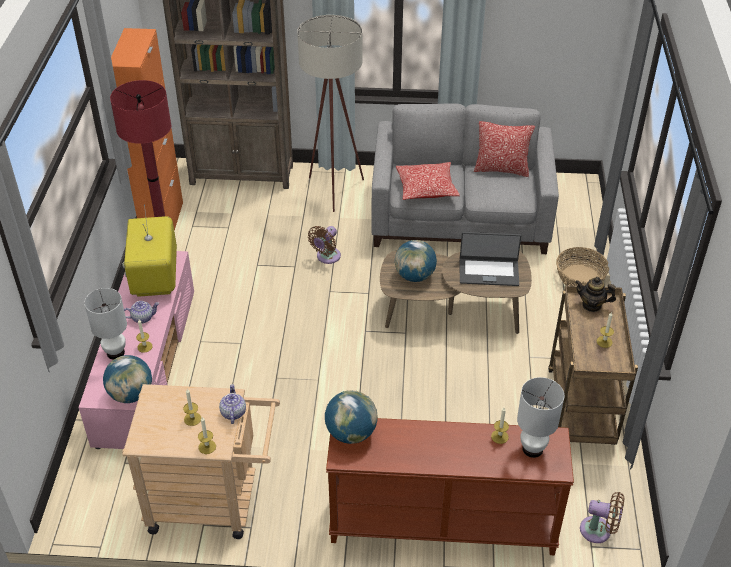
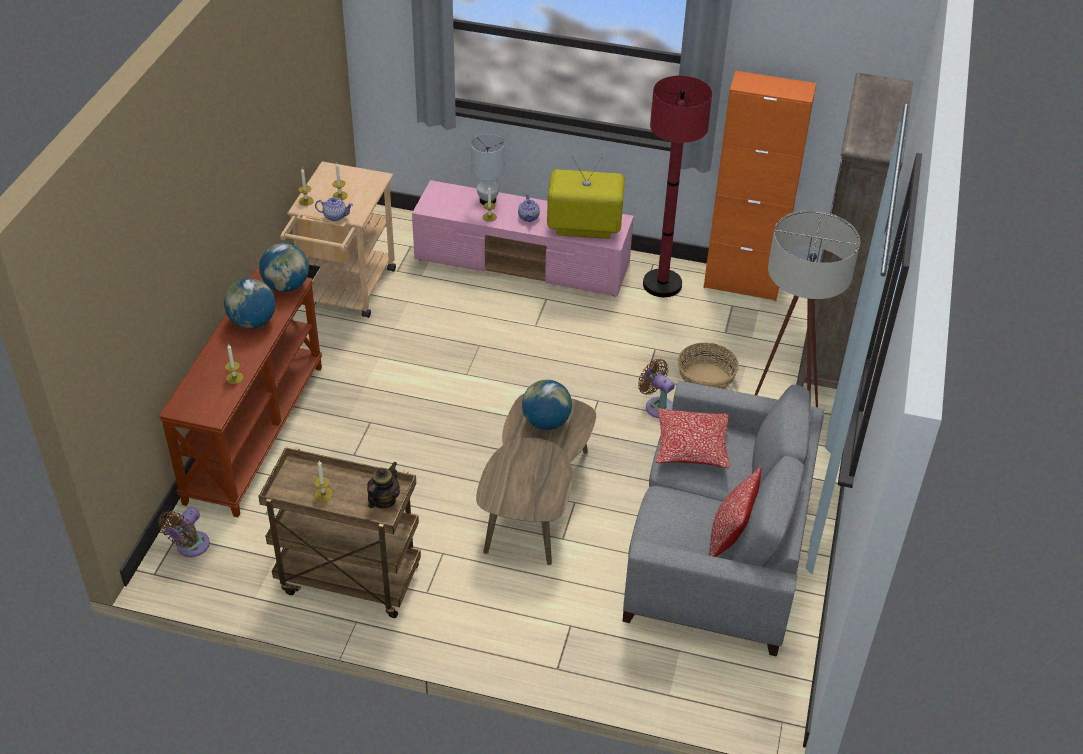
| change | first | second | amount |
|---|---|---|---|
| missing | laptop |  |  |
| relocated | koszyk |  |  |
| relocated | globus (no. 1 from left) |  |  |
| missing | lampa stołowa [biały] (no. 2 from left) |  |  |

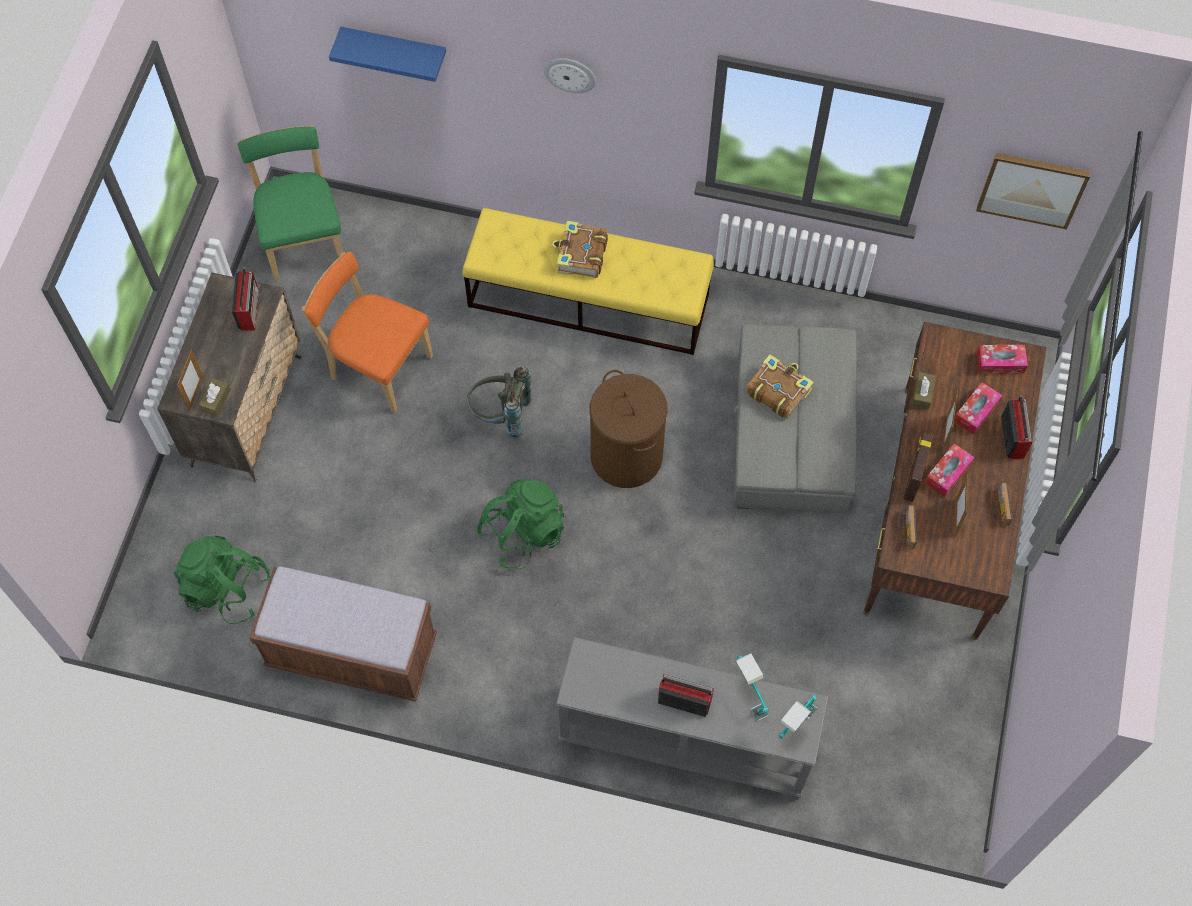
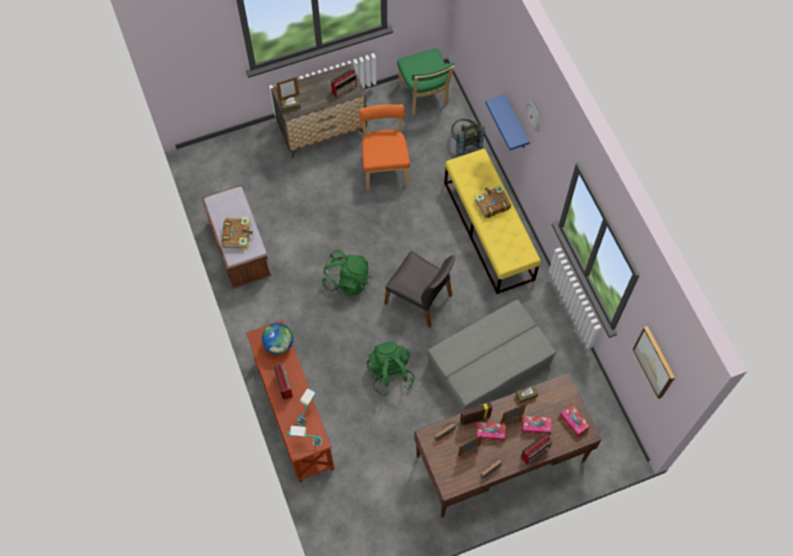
| change | first | second | amount |
|---|---|---|---|
| relocated | półka [niebieski] |  |  |
| spun | krzesło [zielony] |  | 120 degrees clockwise |
| relocated | książka (no. 2 from left in the first image) | książka (no. 1 from left) |  |
| relocated | plecak [szary] |  |  |
| exchanged | kosz na pranie [brązowy] | krzesło [szary] |  |
| relocated | plecak [zielony] (no. 1 from left in the first image) | plecak [zielony] (no. 2 from left) |  |
| colour | stolik konsolowy [szary] | stolik konsolowy [brązowy] |  |
| appeared |  | globus |  |

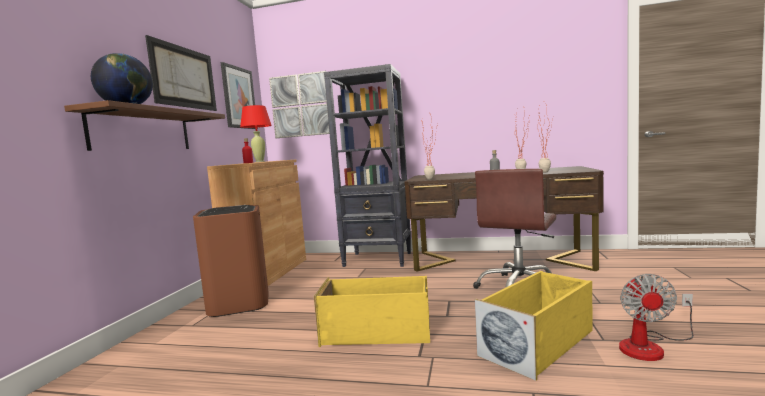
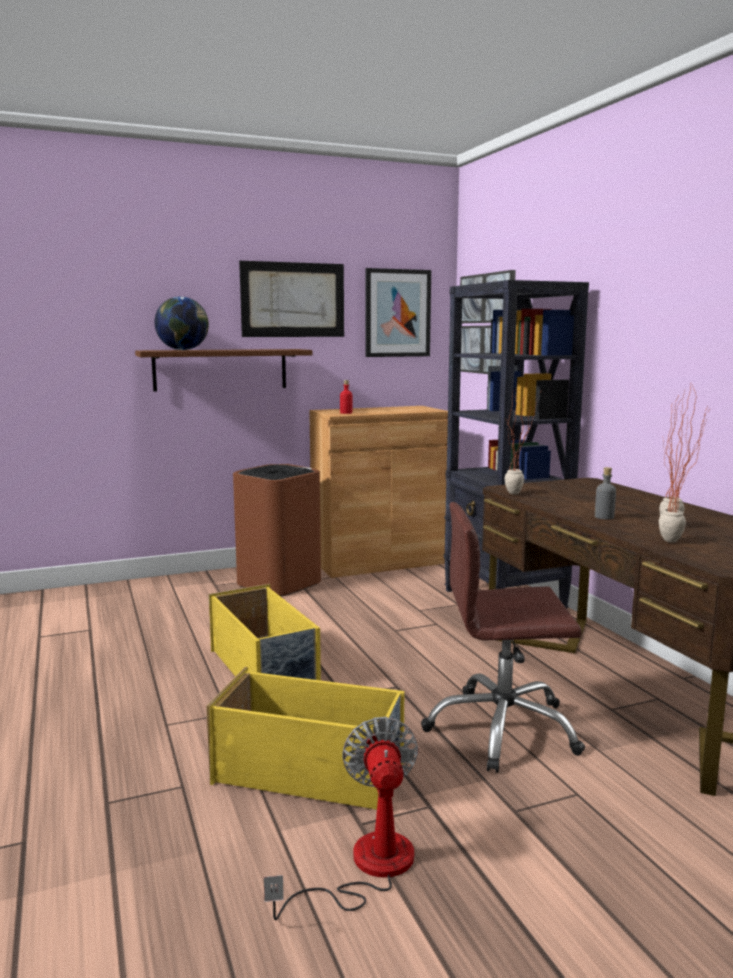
| change | first | second | amount |
|---|---|---|---|
| missing | lampa stołowa [czerwony] |  |  |
| spun | wentylator |  | 105 degrees clockwise |

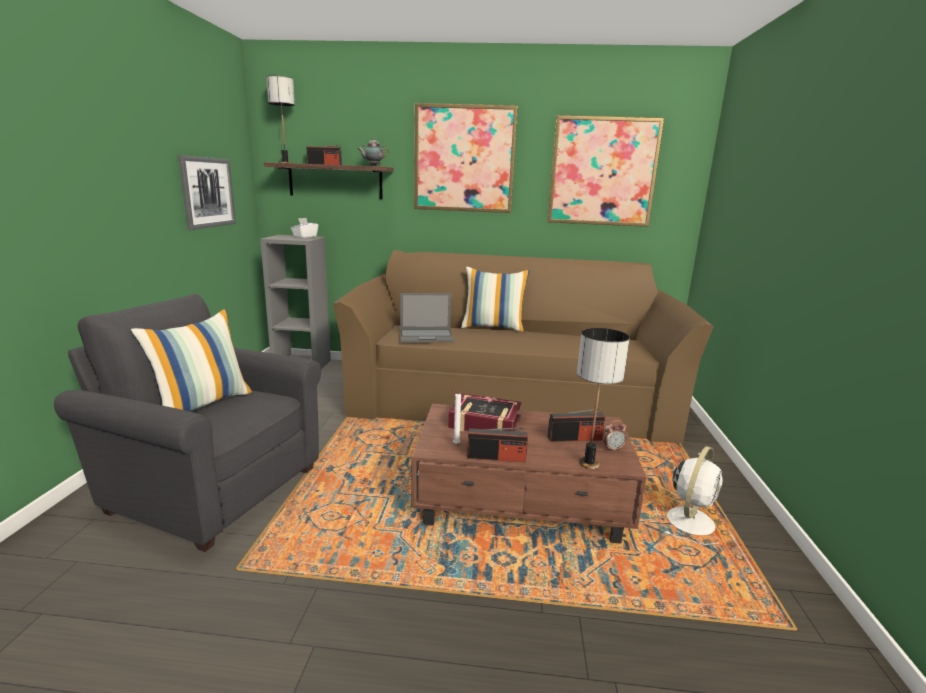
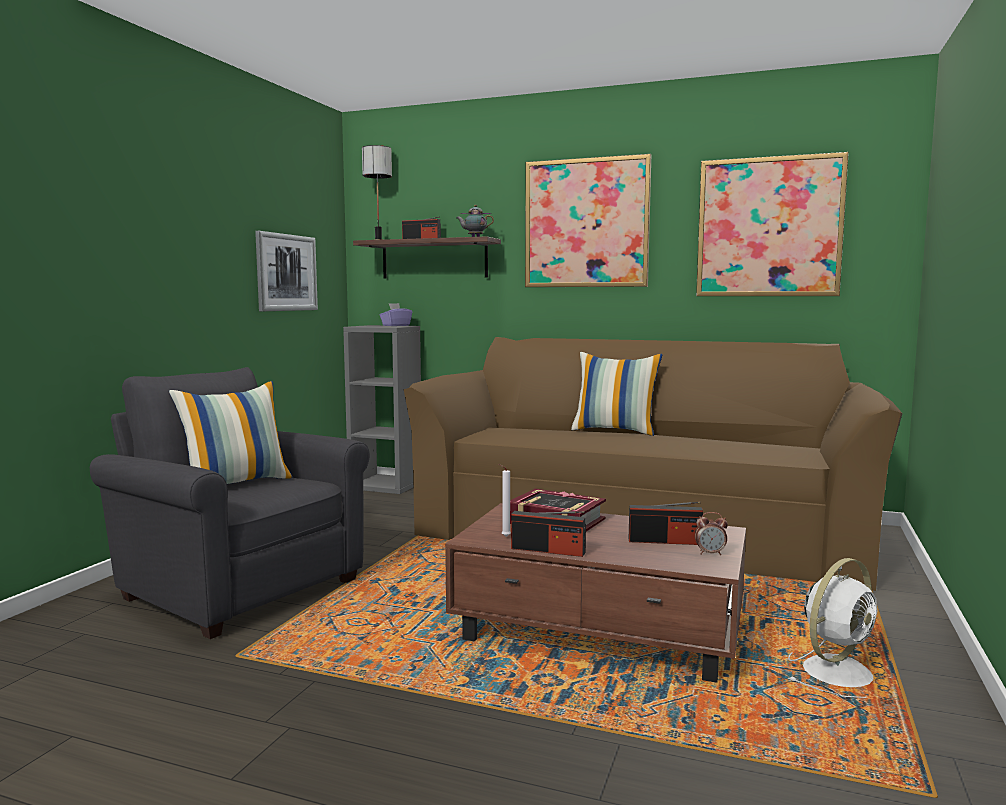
| change | first | second | amount |
|---|---|---|---|
| colour | pudełko chusteczek [biały] | pudełko chusteczek [fioletowy] |  |
| missing | laptop |  |  |
| missing | lampa stołowa (no. 2 from left) |  |  |

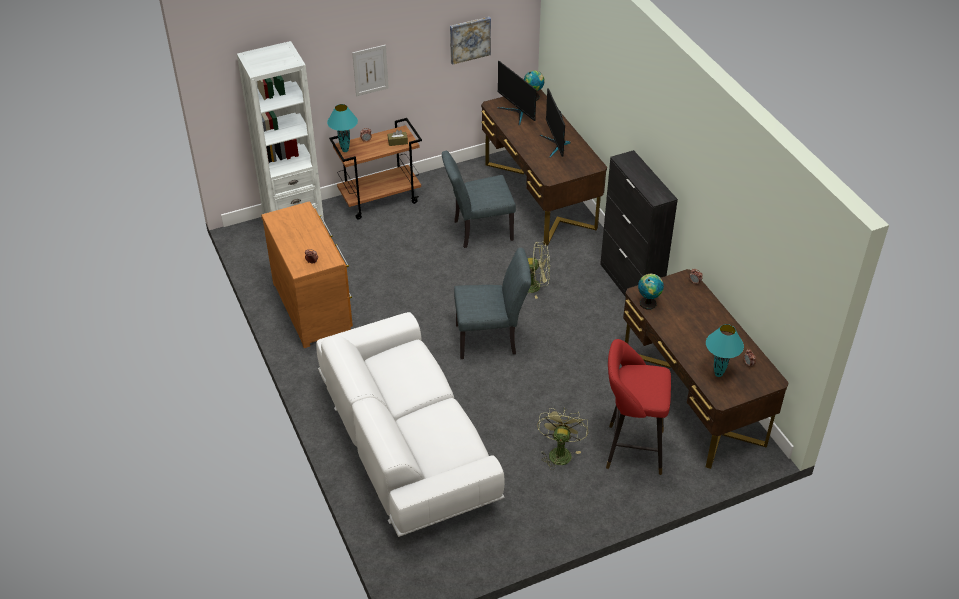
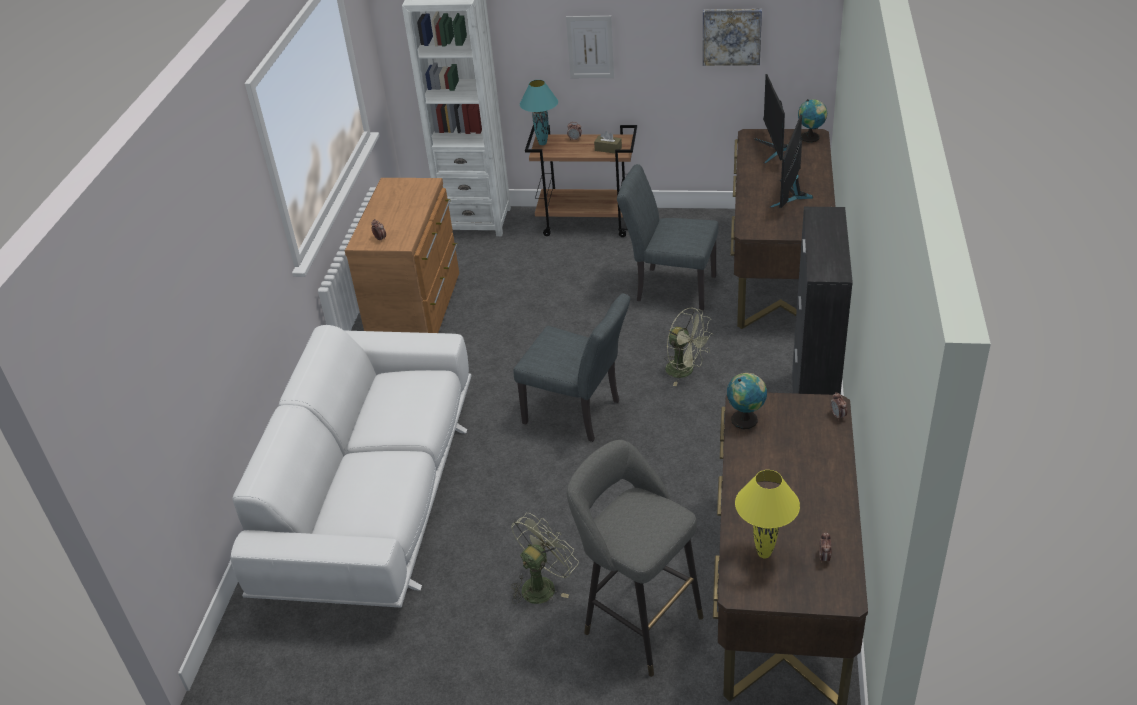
| change | first | second | amount |
|---|---|---|---|
| colour | lampa stołowa [turkusowy] (no. 2 from left) | lampa stołowa [żółty] |  |
| colour | stołek [czerwony] | stołek [szary] |  |

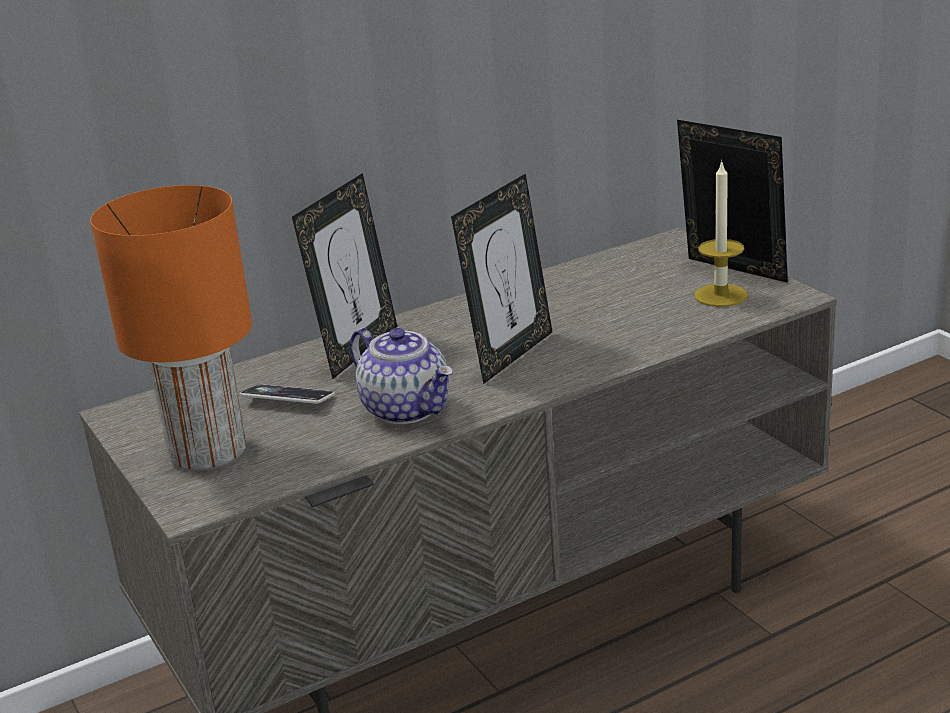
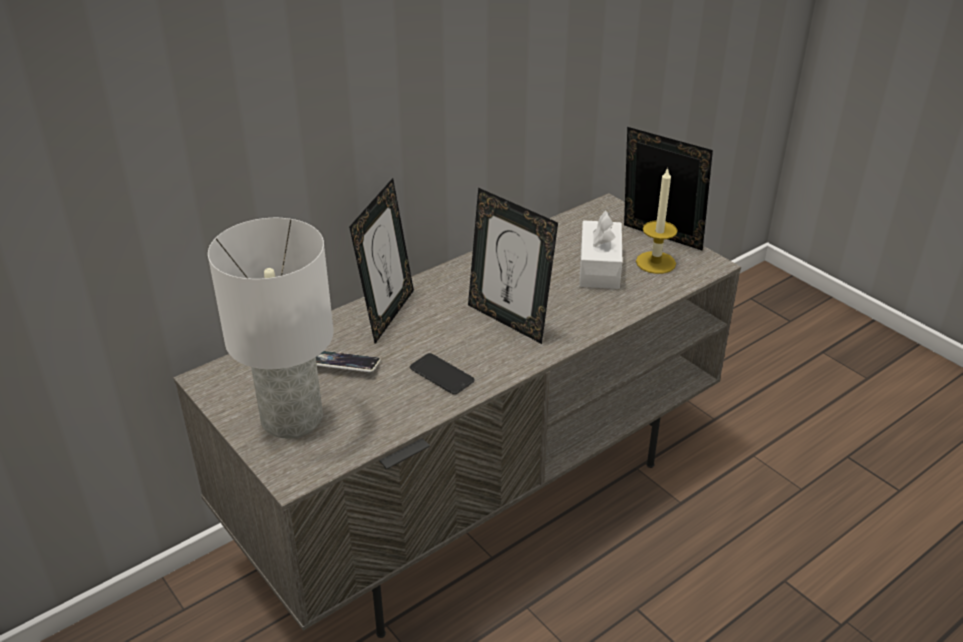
| change | first | second | amount |
|---|---|---|---|
| spun | ramka na zdjęcie (no. 2 from left) |  | 105 degrees clockwise |
| colour | lampa stołowa [pomarańczowy] | lampa stołowa [biały] |  |
| exchanged | imbryk | telefon (no. 2 from left) |  |
| appeared |  | pudełko chusteczek [biały] |  |

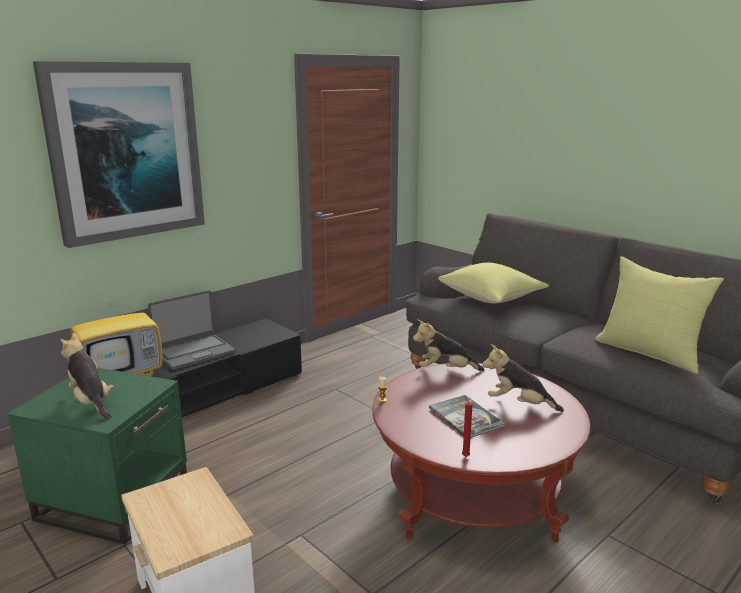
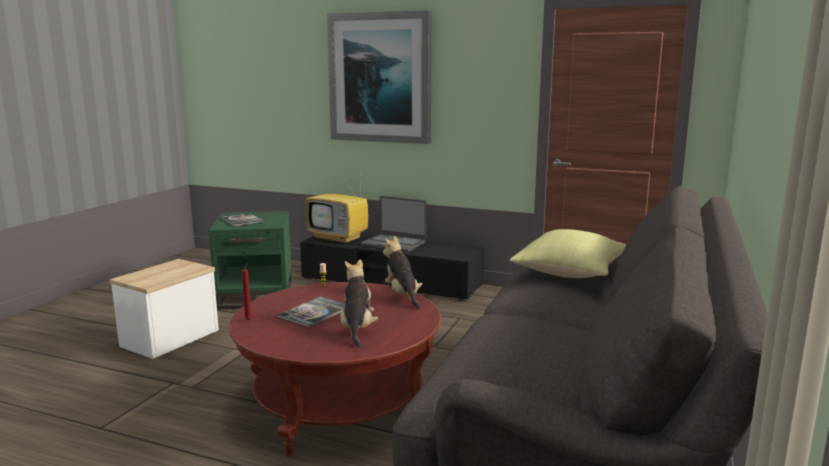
| change | first | second | amount |
|---|---|---|---|
| missing | poduszka [żółty] (no. 2 from left) |  |  |
| exchanged | pluszak (no. 1 from left) | książka (no. 1 from left) |  |

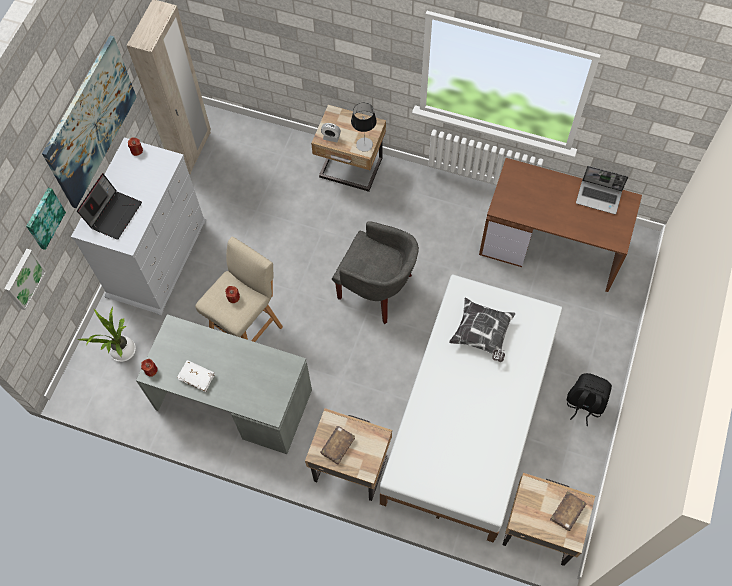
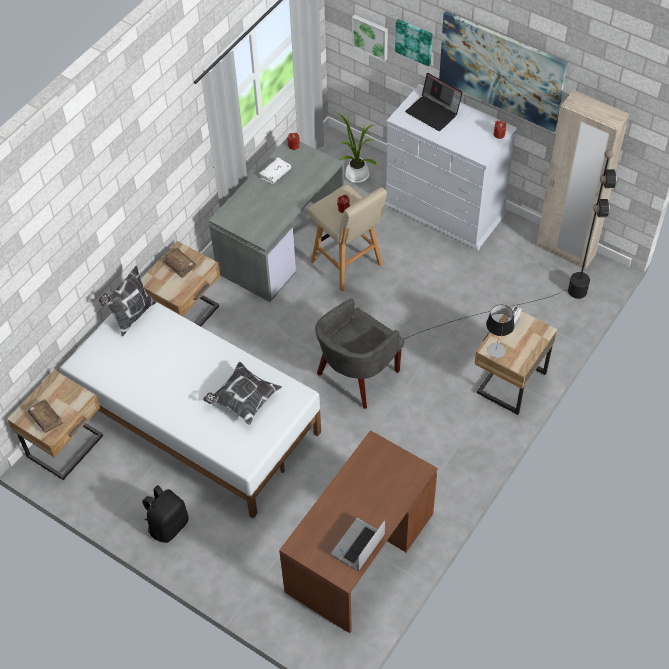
| change | first | second | amount |
|---|---|---|---|
| appeared |  | lampa stojąca [czarny] |  |
| appeared |  | poduszka (no. 1 from left) |  |

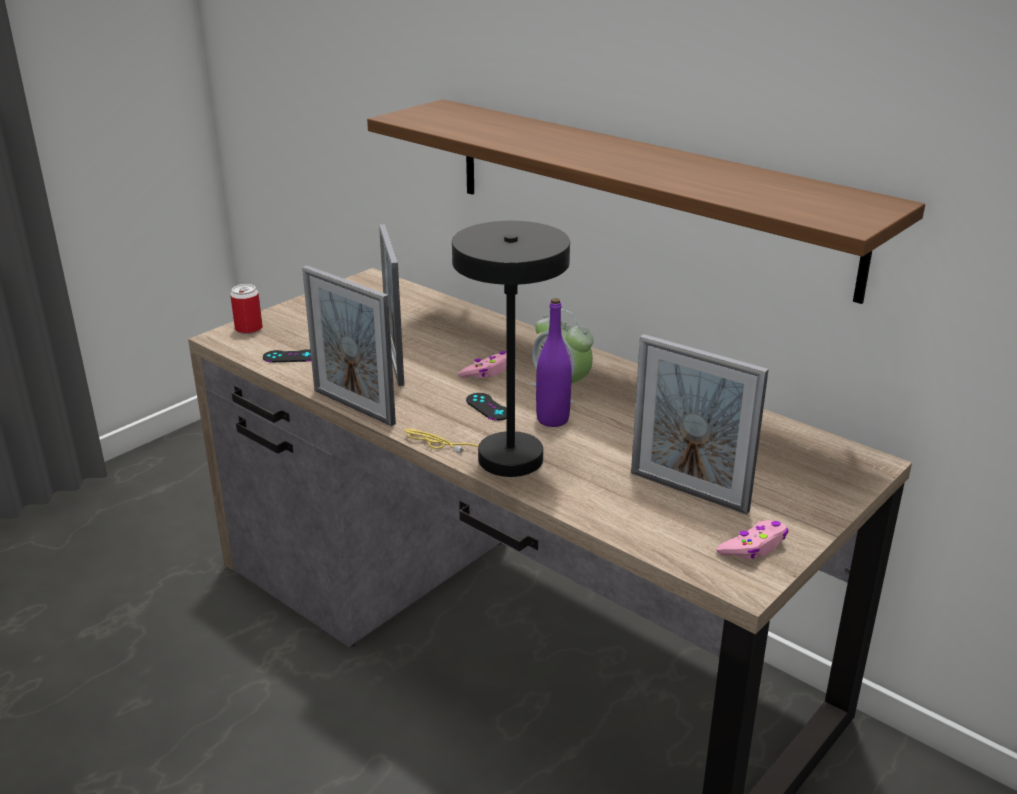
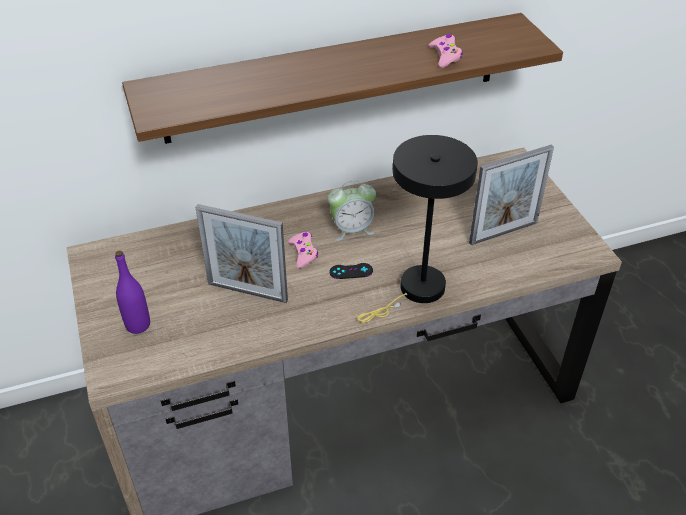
| change | first | second | amount |
|---|---|---|---|
| missing | ramka na zdjęcie (no. 1 from left) |  |  |
| missing | puszka |  |  |
| relocated | butelka [fioletowy] |  |  |
| missing | pad do gier [czarny] (no. 1 from left) |  |  |
| relocated | pad do gier [różowy] (no. 2 from left) |  |  |

